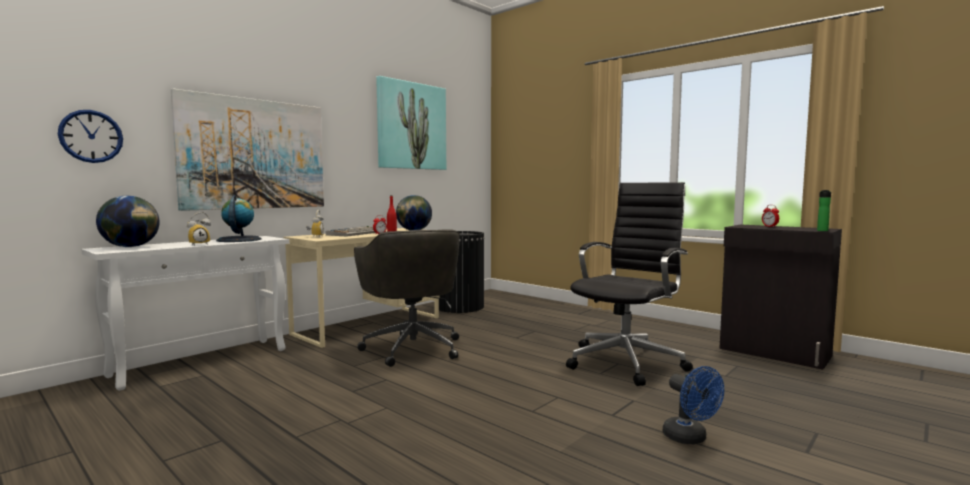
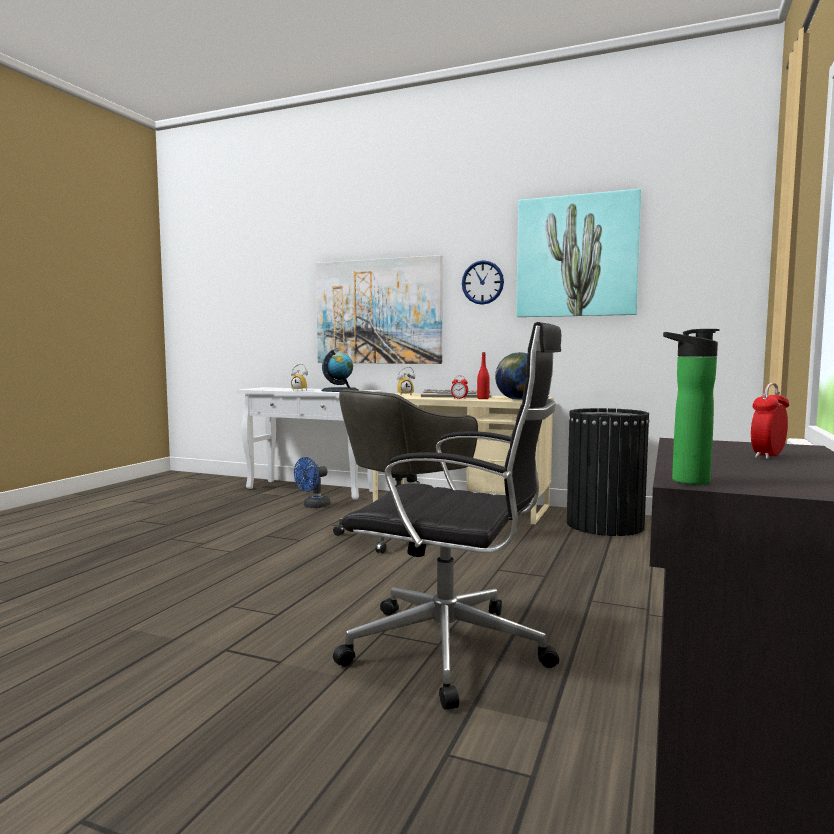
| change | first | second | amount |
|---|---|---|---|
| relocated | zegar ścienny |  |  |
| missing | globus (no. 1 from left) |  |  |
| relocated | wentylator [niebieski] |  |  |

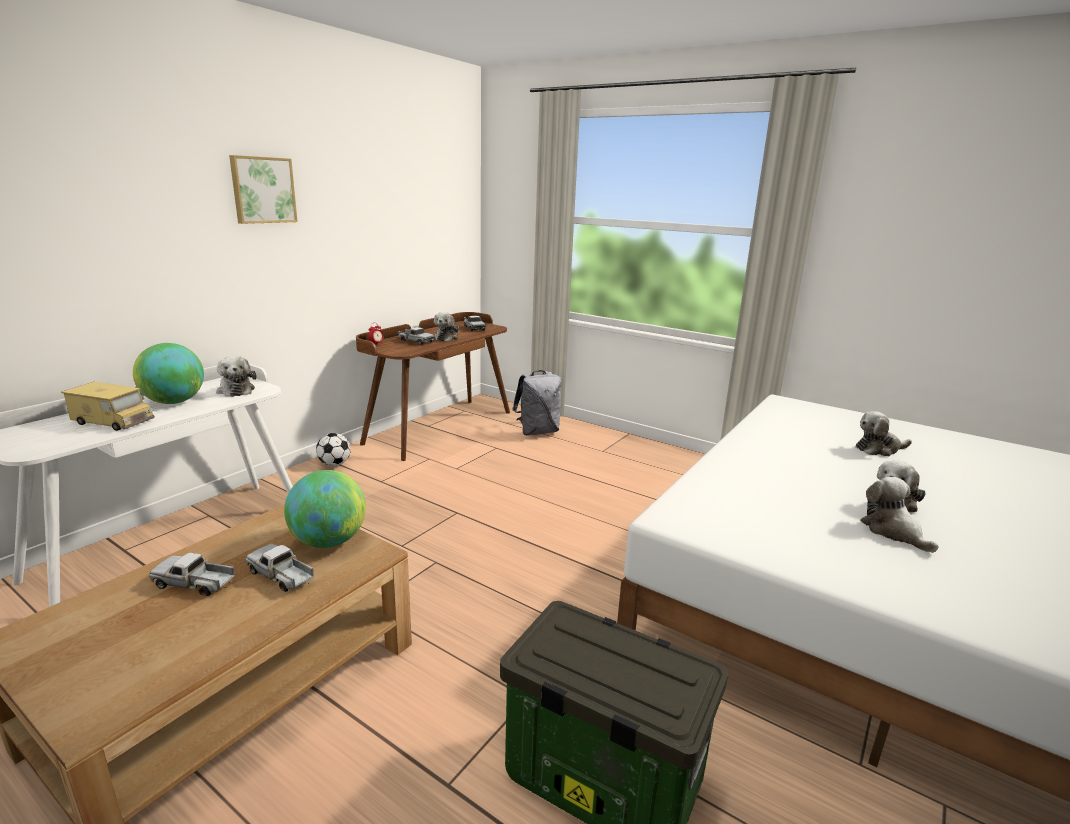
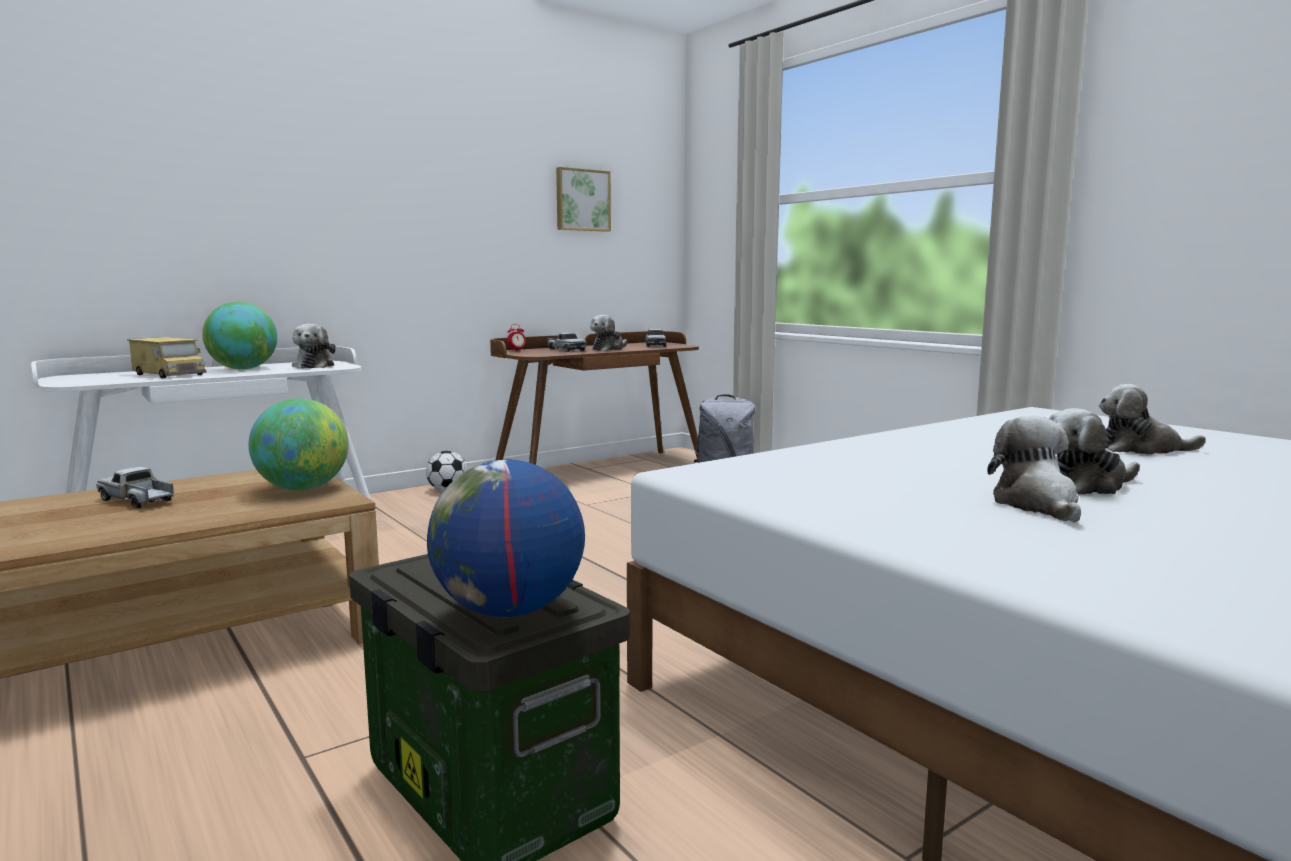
| change | first | second | amount |
|---|---|---|---|
| relocated | obraz |  |  |
| missing | ciężarówka zabawkowa (no. 3 from left) |  |  |
| appeared |  | globus (no. 3 from left) |  |

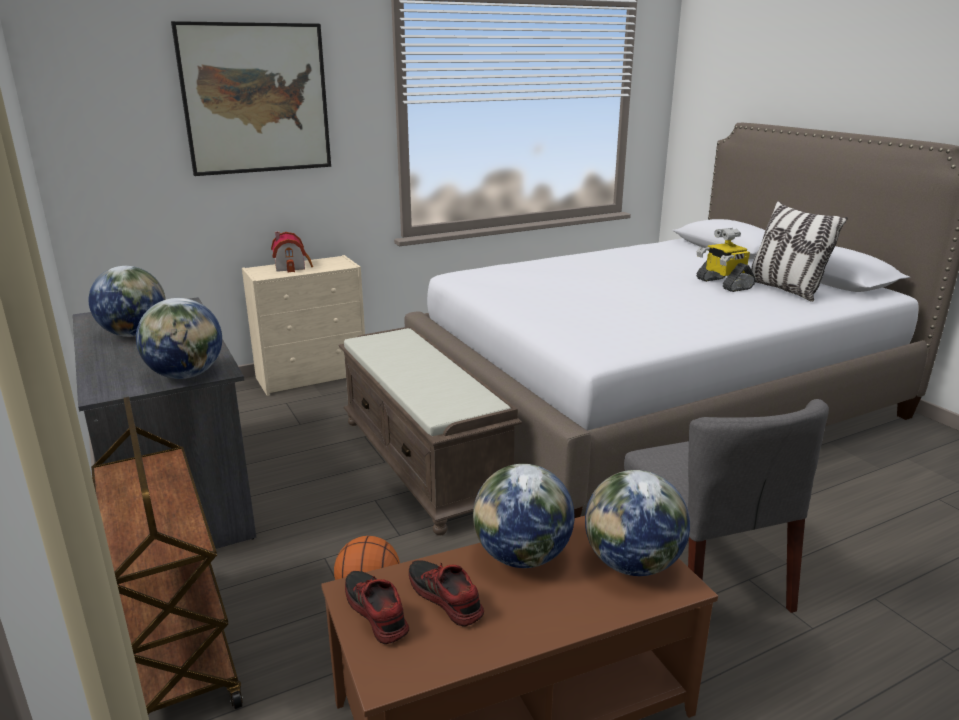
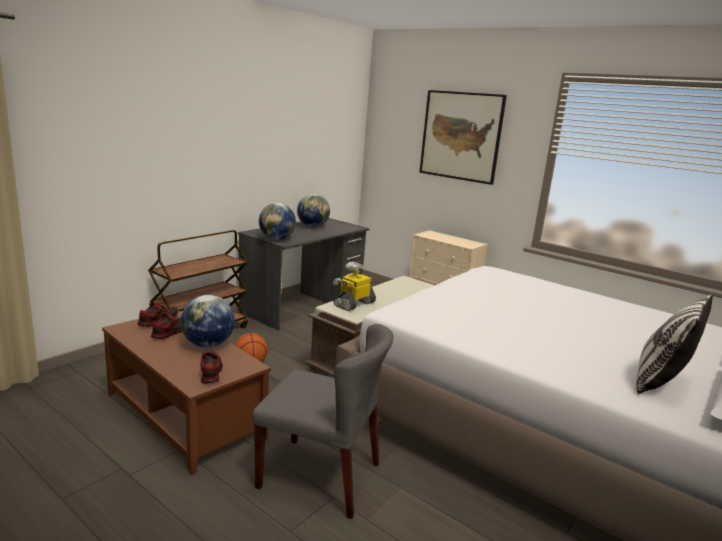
| change | first | second | amount |
|---|---|---|---|
| relocated | robot zabawkowy |  |  |
| missing | domek |  |  |
| spun | krzesło [szary] |  | 120 degrees counterclockwise |
| exchanged | globus (no. 4 from left) | but (no. 3 from left) |  |

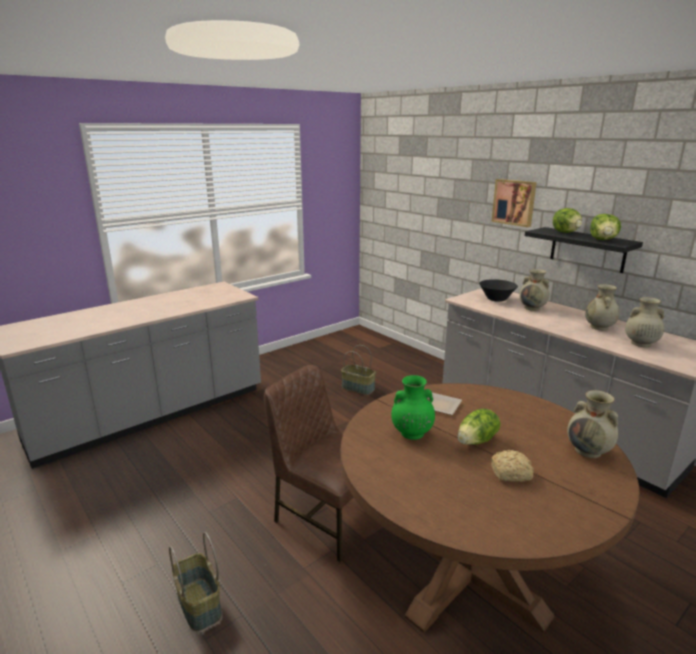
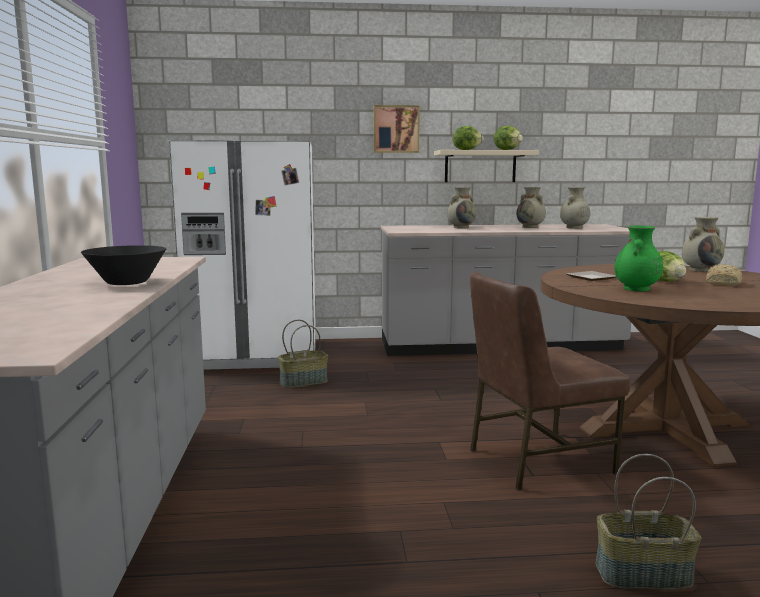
| change | first | second | amount |
|---|---|---|---|
| colour | półka [czarny] | półka [beżowy] |  |
| relocated | miska [czarny] |  |  |
| appeared |  | lodówka [biały] |  |

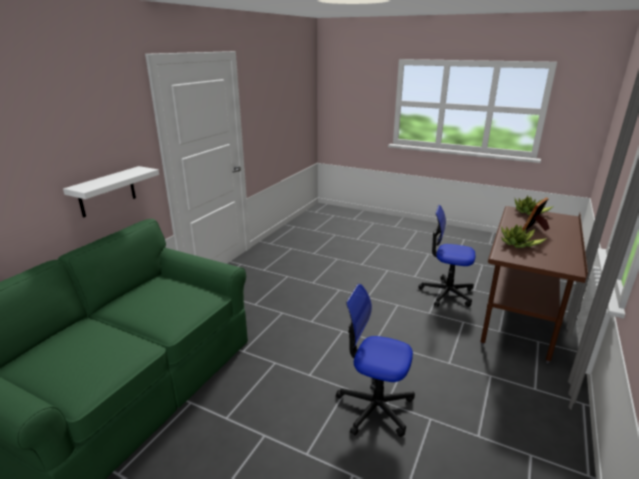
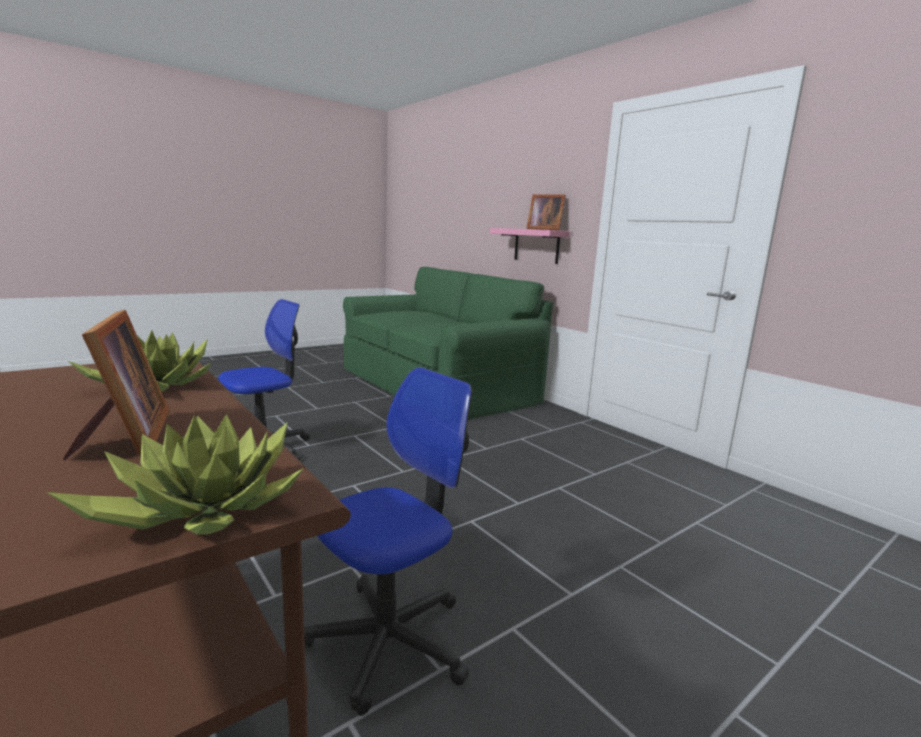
| change | first | second | amount |
|---|---|---|---|
| colour | półka [biały] | półka [różowy] |  |
| appeared |  | ramka na zdjęcie (no. 2 from left) |  |

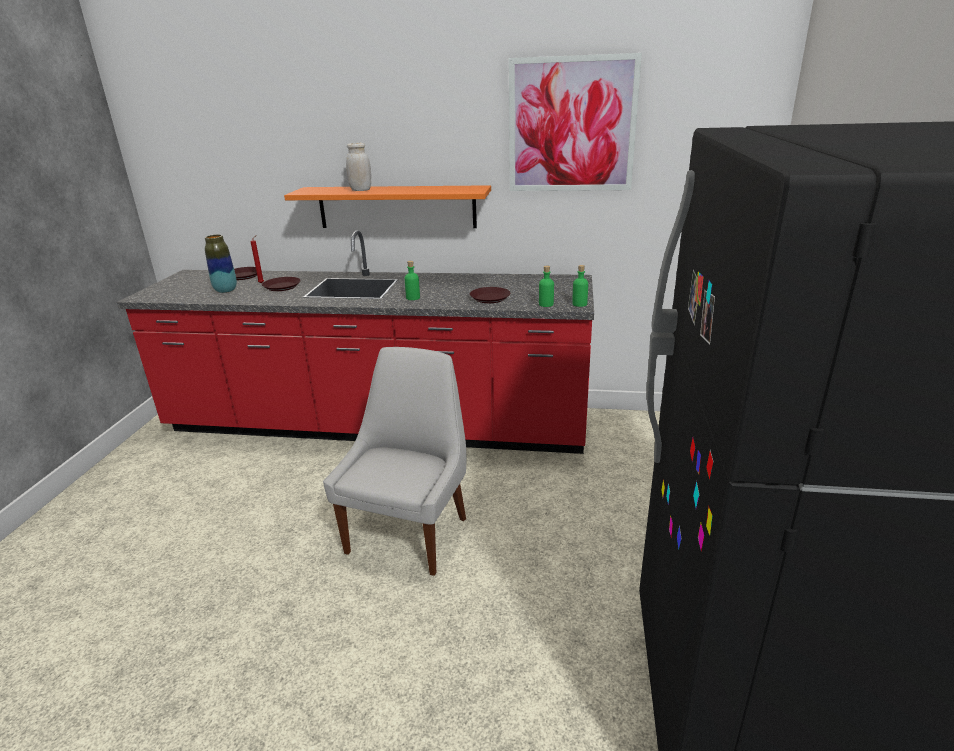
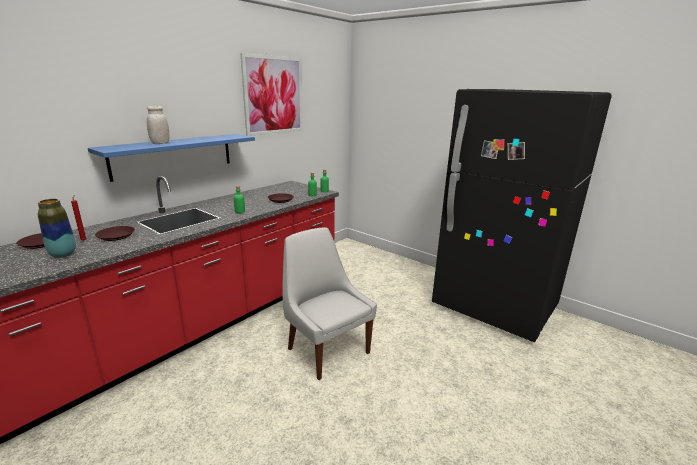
| change | first | second | amount |
|---|---|---|---|
| colour | półka [pomarańczowy] | półka [niebieski] |  |

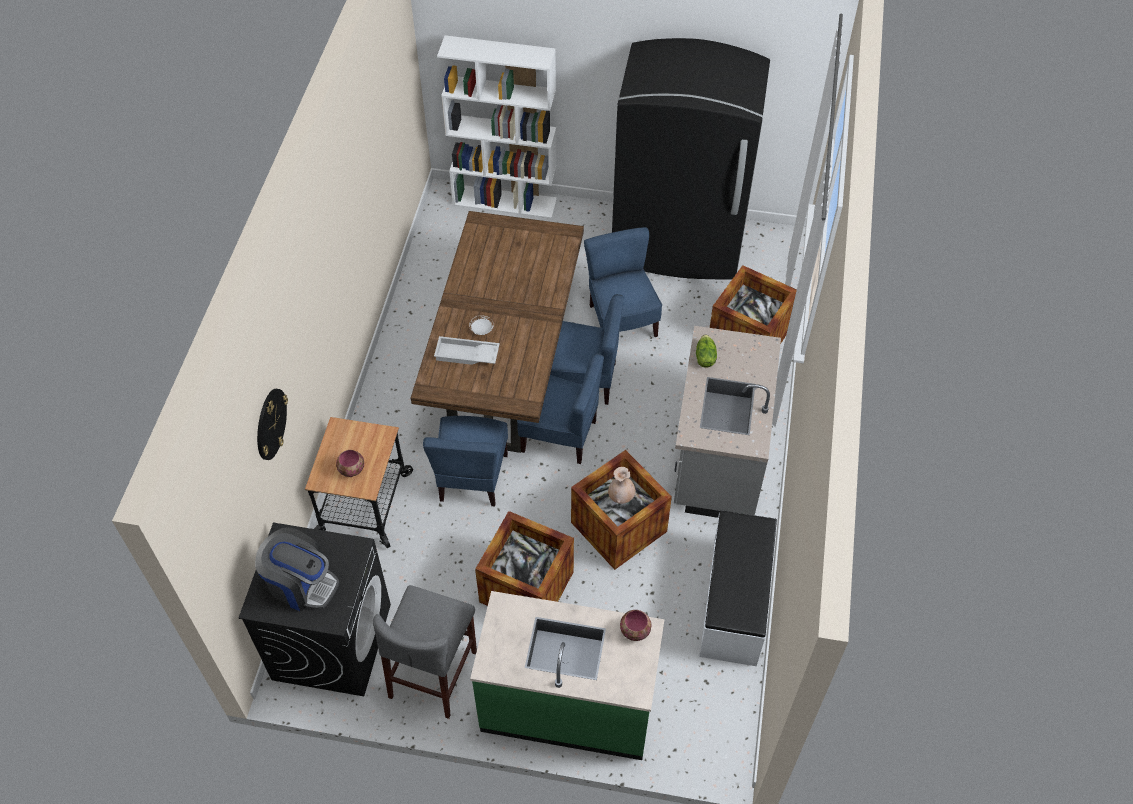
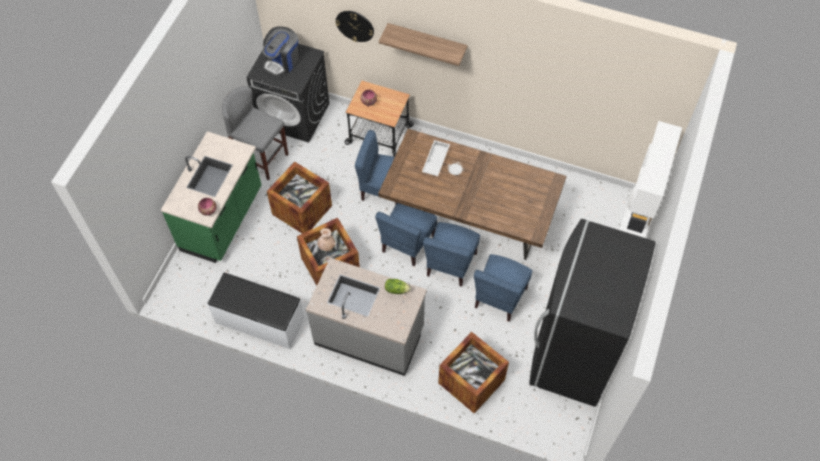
| change | first | second | amount |
|---|---|---|---|
| spun | krzesło [niebieski] (no. 4 from left) |  | 120 degrees clockwise |
| appeared |  | półka |  |

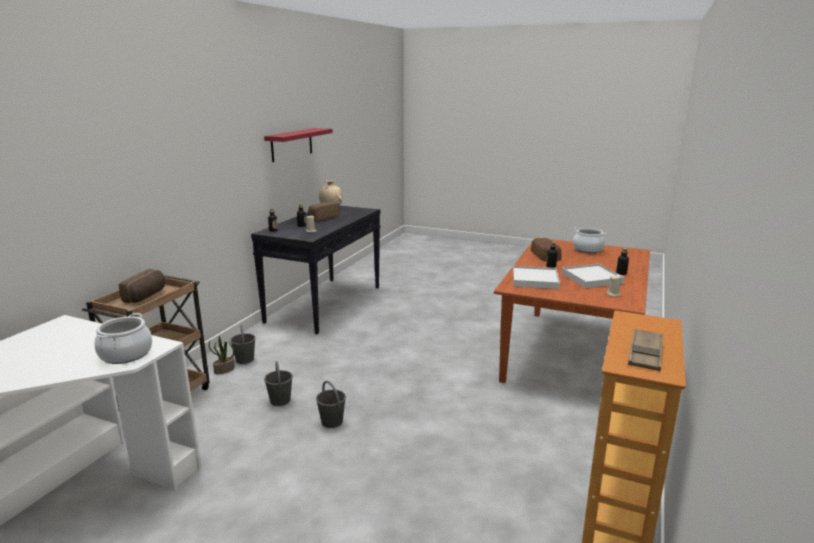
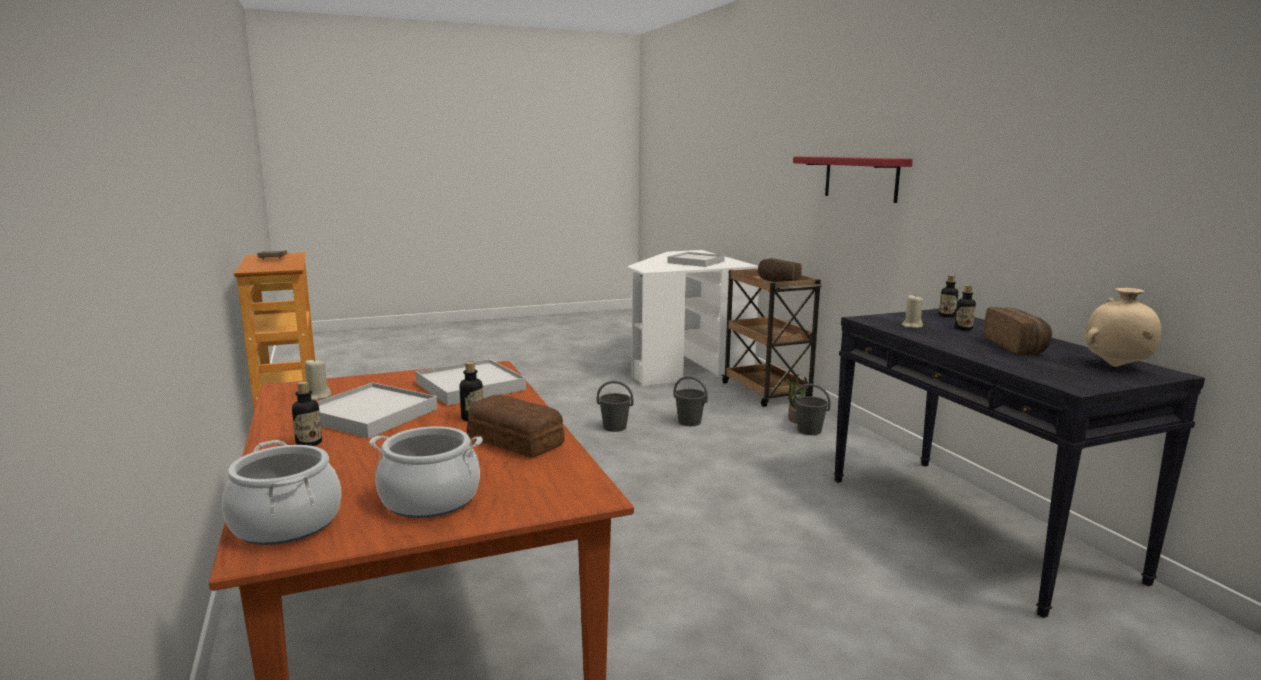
| change | first | second | amount |
|---|---|---|---|
| relocated | półka [czerwony] |  |  |
| relocated | garnek (no. 1 from left) |  |  |
| appeared |  | taca [biały] (no. 3 from left) |  |

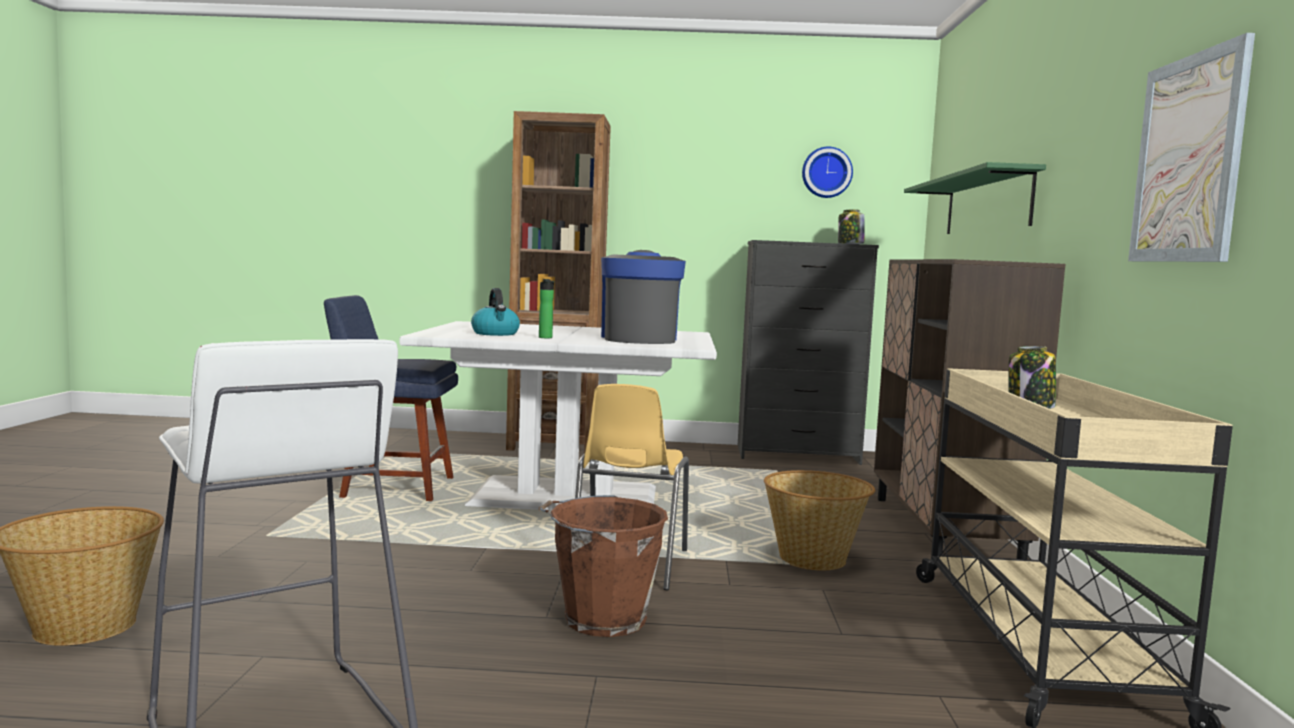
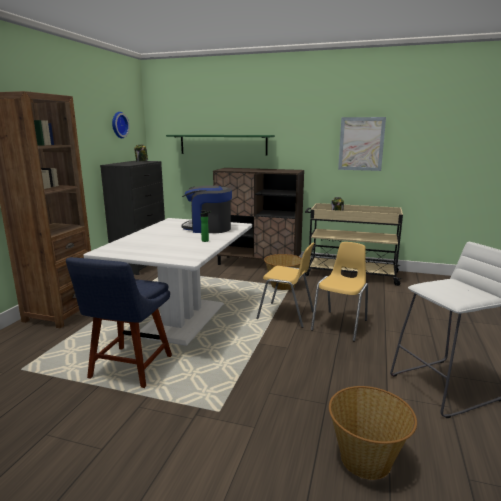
| change | first | second | amount |
|---|---|---|---|
| missing | czajnik |  |  |
| exchanged | wiadro [brązowy] | krzesło [żółty] (no. 2 from left) |  |

